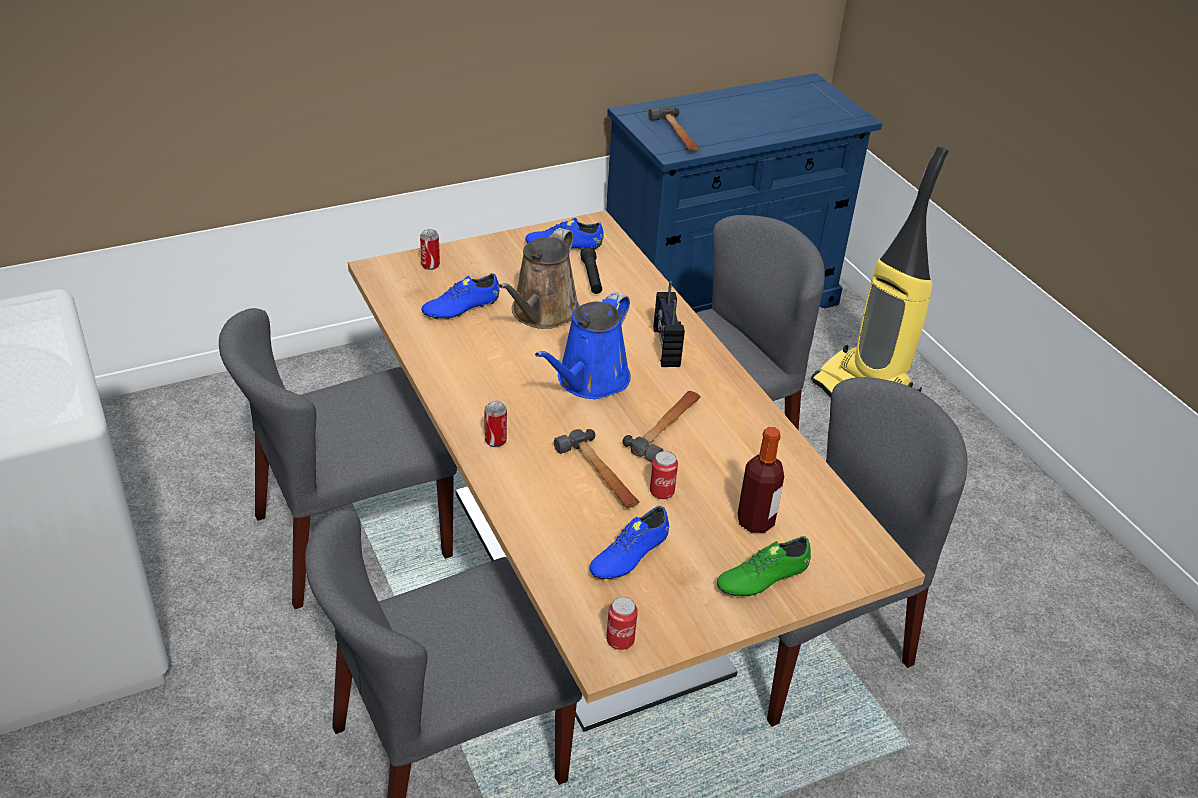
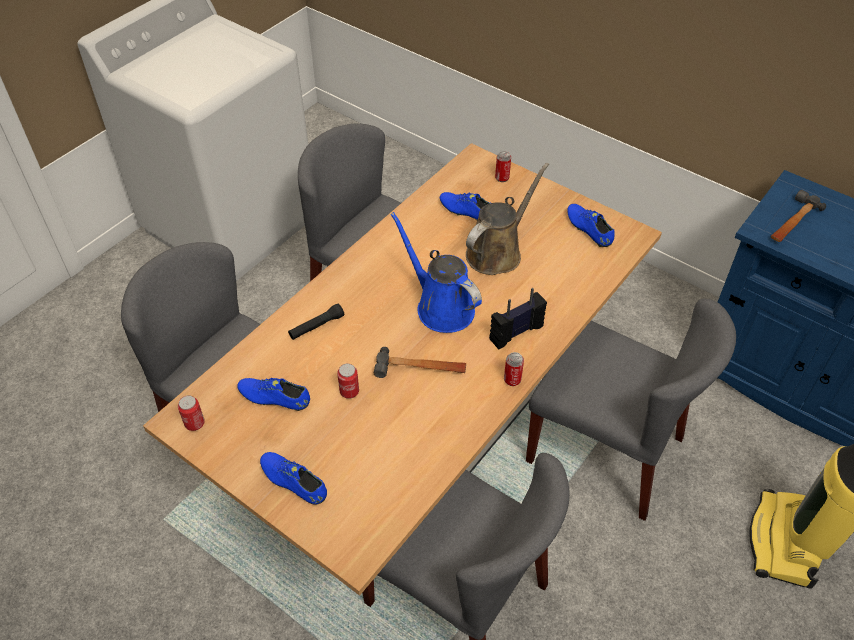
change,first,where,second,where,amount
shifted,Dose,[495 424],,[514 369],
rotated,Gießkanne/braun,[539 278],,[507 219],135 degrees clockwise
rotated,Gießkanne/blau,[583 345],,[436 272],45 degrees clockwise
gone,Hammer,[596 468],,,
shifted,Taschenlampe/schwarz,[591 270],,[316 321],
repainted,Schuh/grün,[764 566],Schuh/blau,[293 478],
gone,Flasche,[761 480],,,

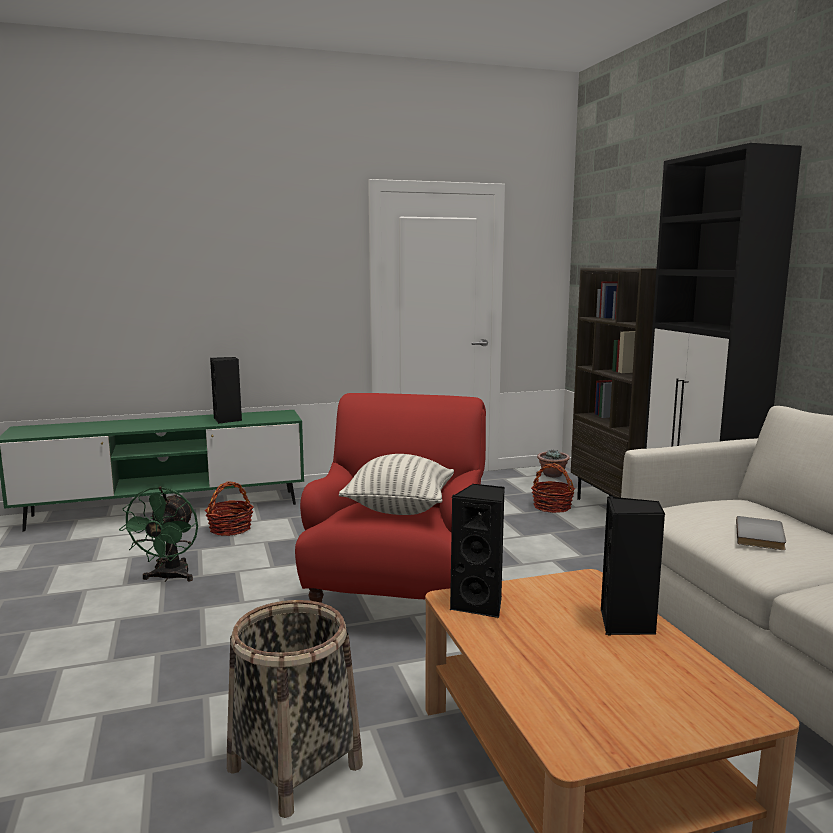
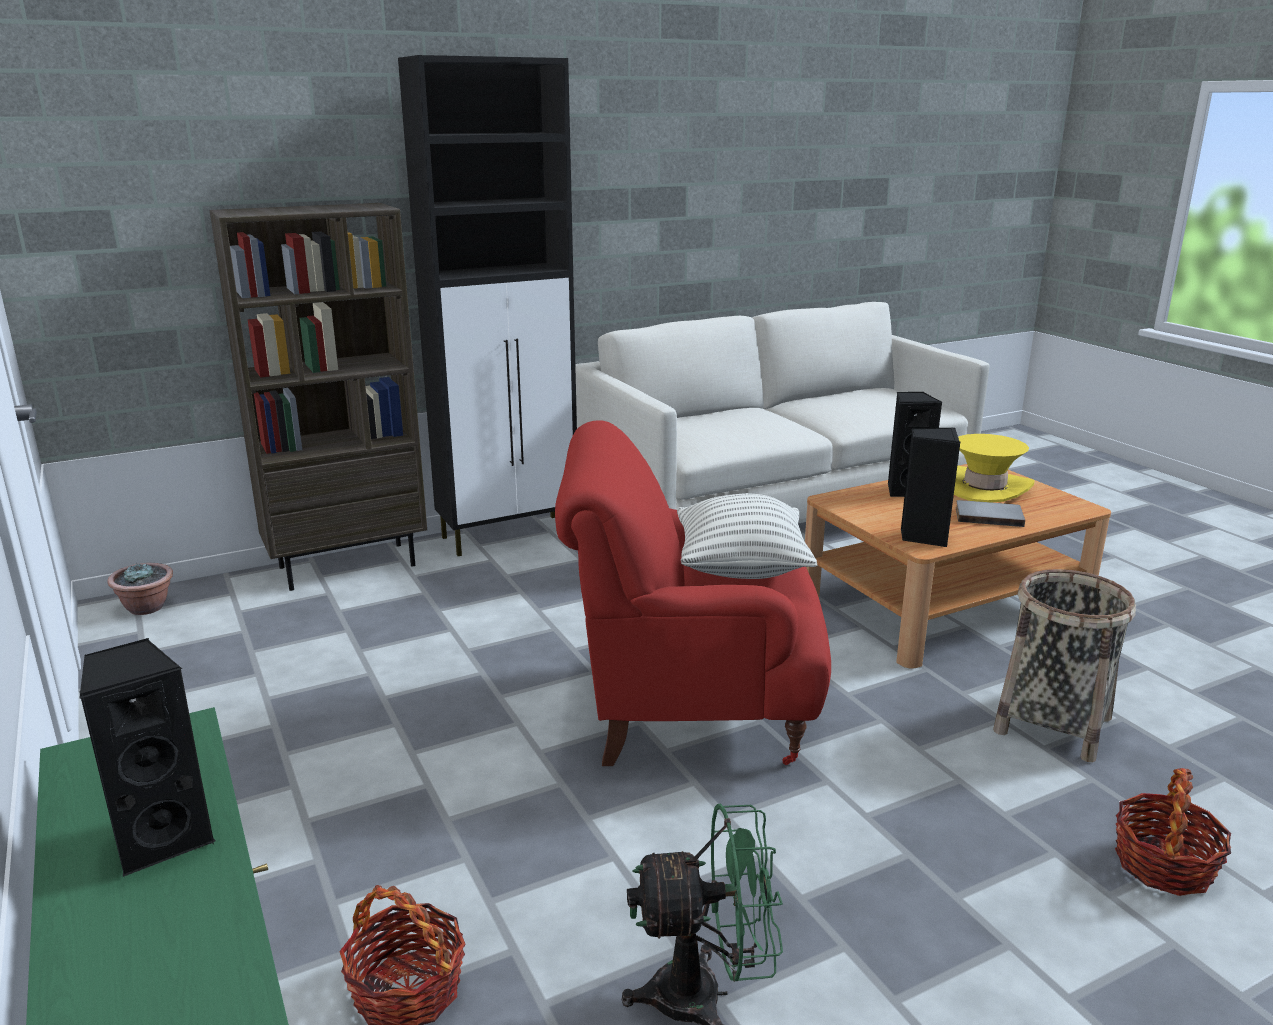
change,first,where,second,where,amount
shifted,Korb,[553 488],,[1173 832],
shifted,Buch/grau,[761 533],,[990 513],
new,,,Hut/gelb,[994 468],

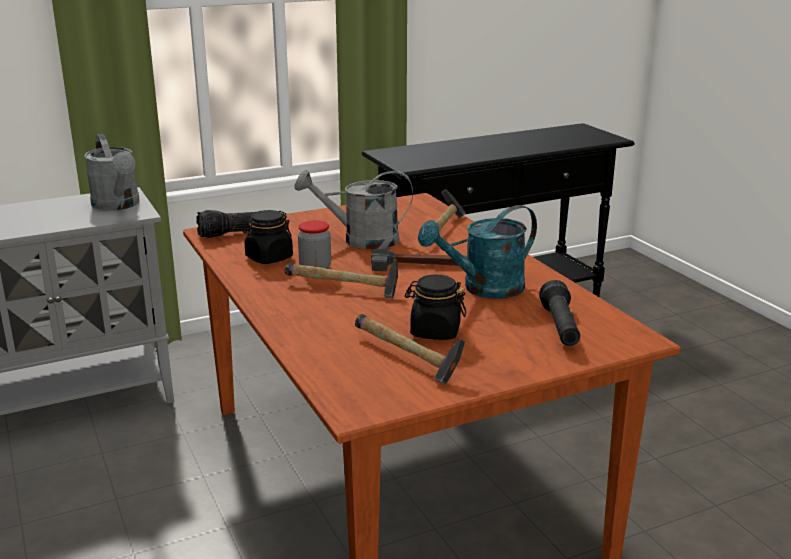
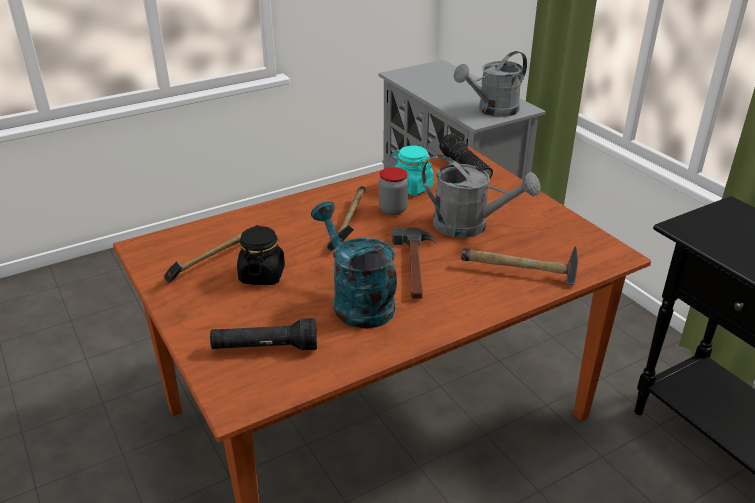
change,first,where,second,where,amount
repainted,Vorratsglas/schwarz,[268 237],Vorratsglas/türkis,[414 170],
rotated,Gießkanne/grau,[354 209],,[481 196],120 degrees clockwise

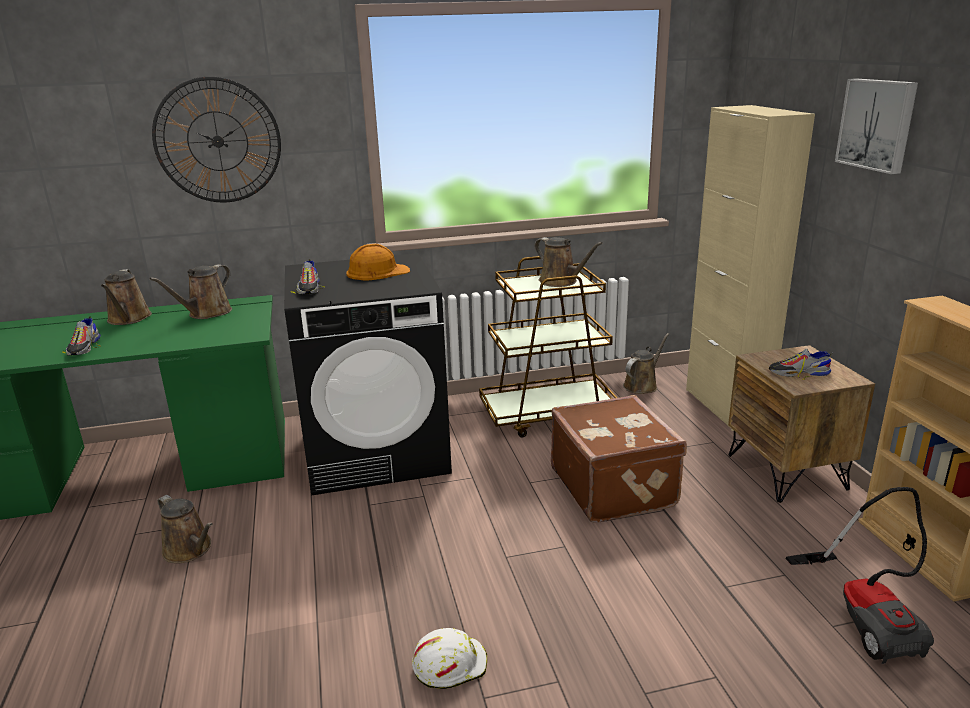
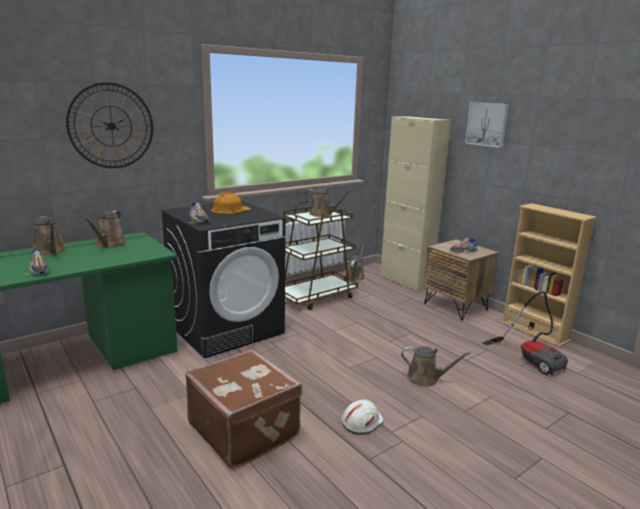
change,first,where,second,where,amount
shifted,Gießkanne/braun,[185 529],,[436 366],
shifted,Koffer/braun,[619 459],,[243 409],

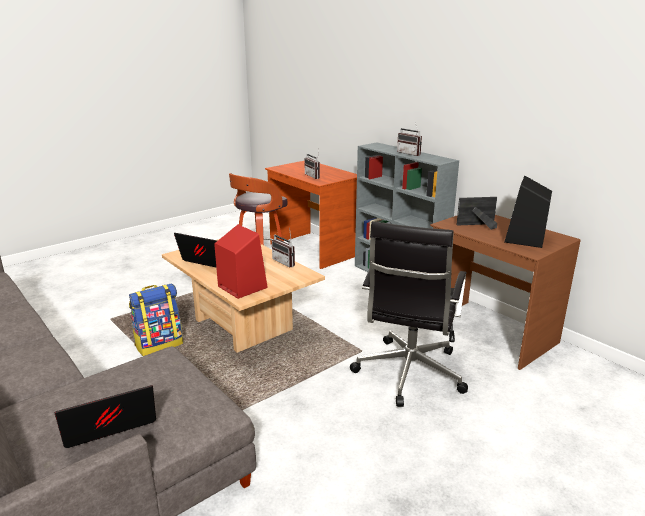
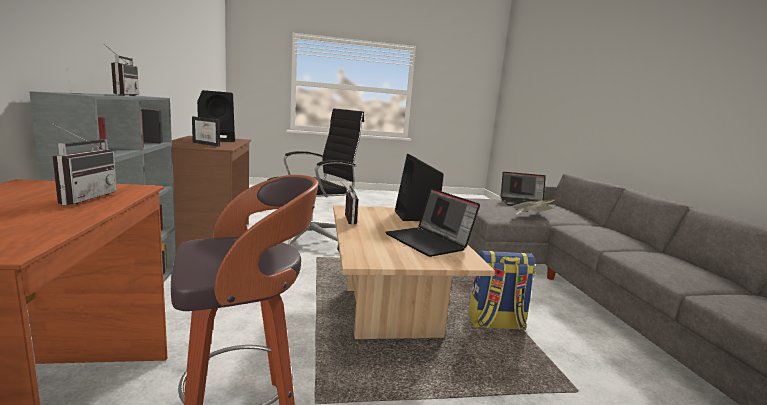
change,first,where,second,where,amount
repainted,Lautsprecher/rot,[241 262],Lautsprecher/schwarz,[419 187],
new,,,Buch,[533 206],

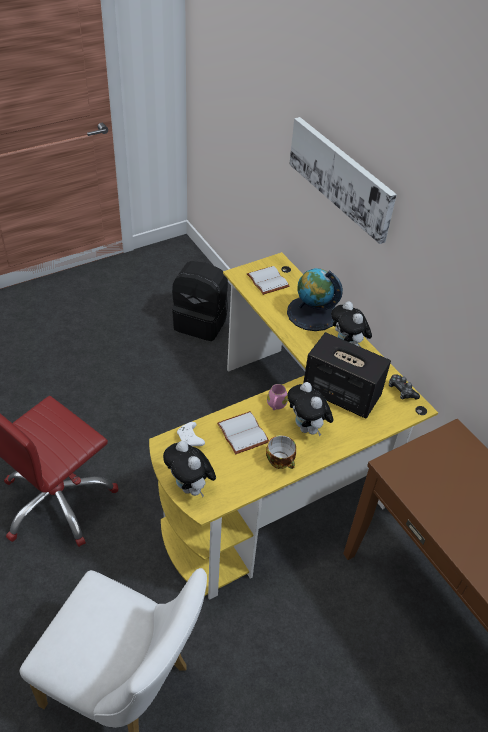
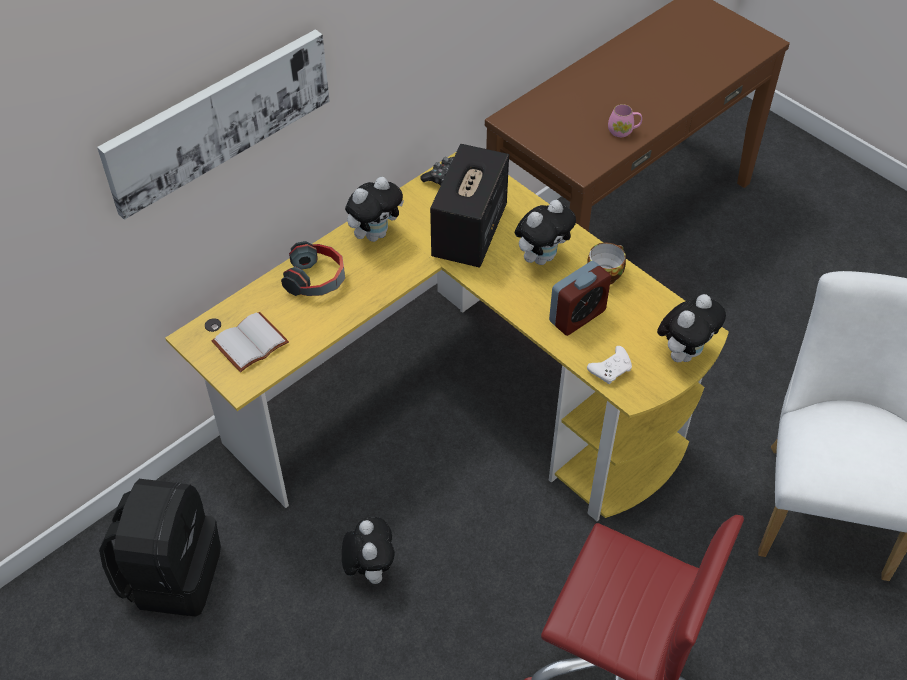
change,first,where,second,where,amount
swapped,Buch/weiß,[243 432],Wecker,[580 298],
shifted,Henkelbecher/rosa,[277 397],,[625 120],
swapped,Globus,[315 299],Kopfhörer,[313 268],
new,,,Plüschtier,[368 550],

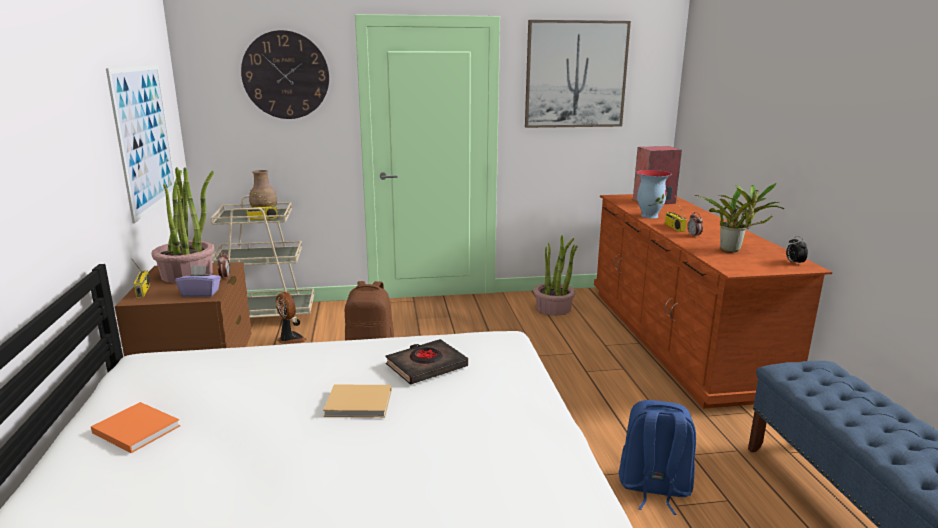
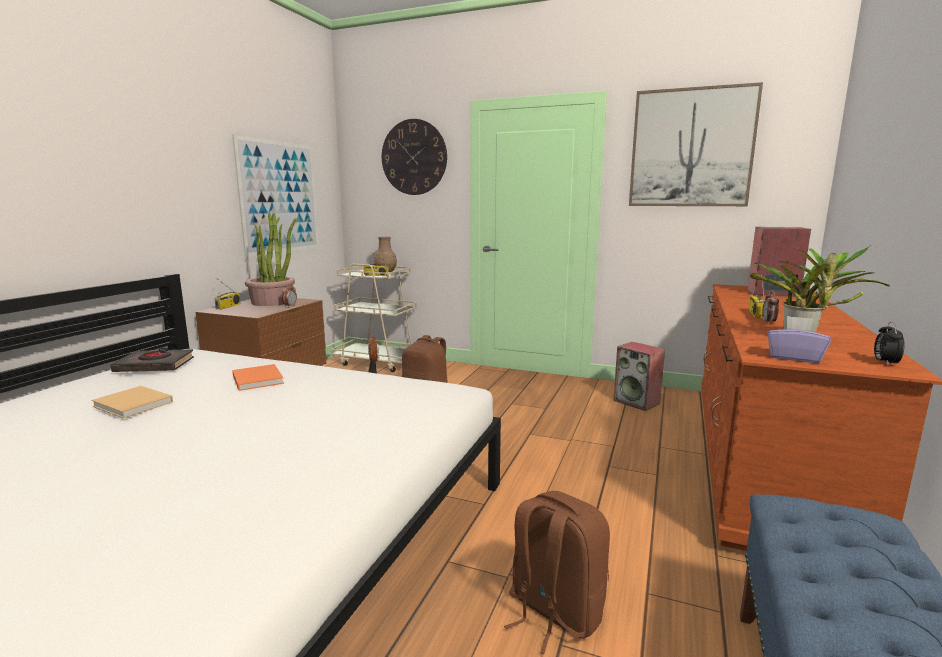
change,first,where,second,where,amount
shifted,Buch/orange,[135 427],,[258 377],
shifted,Taschentuchbox/lila,[198 281],,[799 339],
shifted,Buch/beige,[357 400],,[132 402],
shifted,Buch/schwarz,[427 362],,[152 360],
swapped,Topfpflanze,[556 275],Lautsprecher,[639 376],
repainted,Rucksack/blau,[657 457],Rucksack/braun,[557 572],
gone,Vase,[654 194],,,

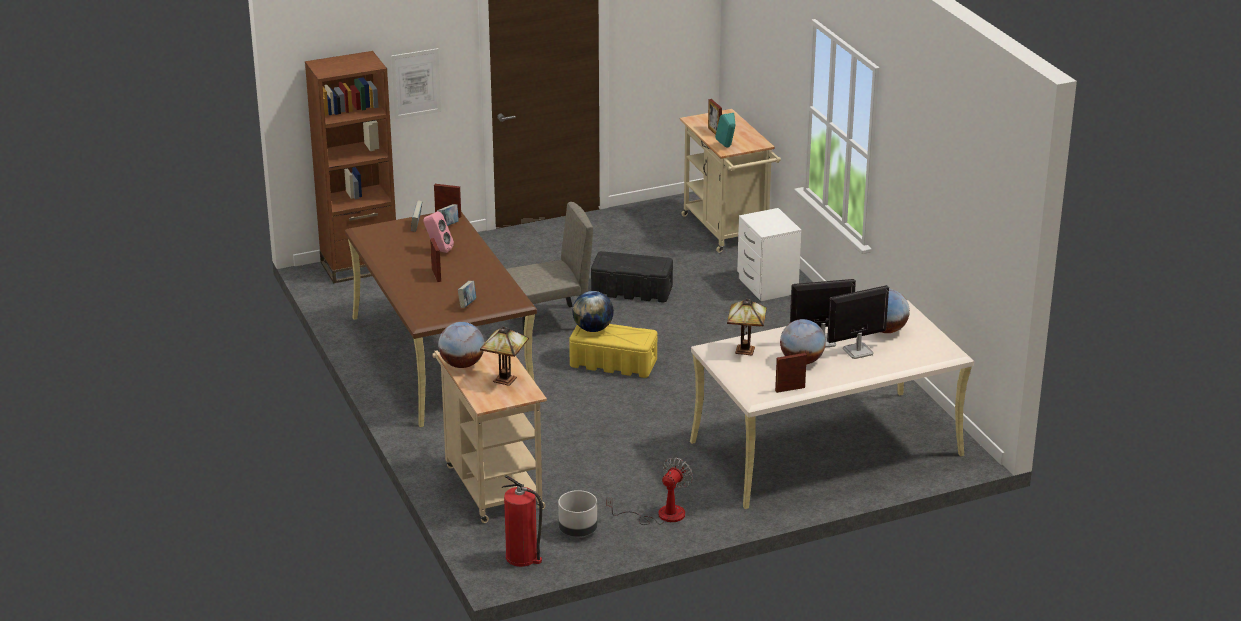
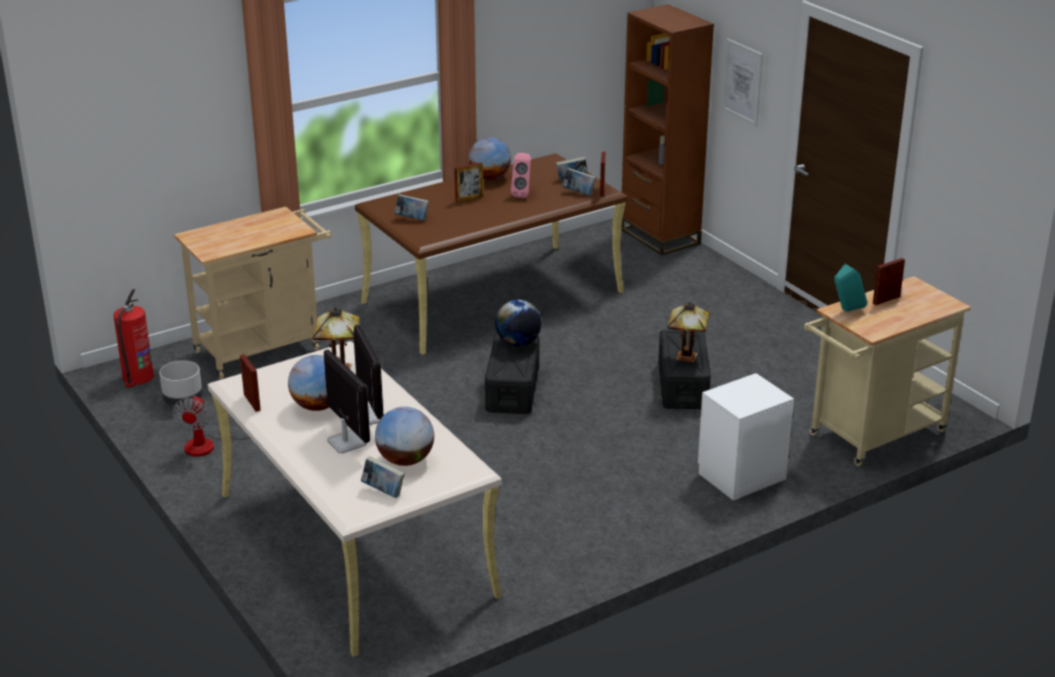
change,first,where,second,where,amount
shifted,Globus,[461 345],,[489 158],
shifted,Tischlampe,[504 356],,[688 332],
gone,Stuhl/beige,[549 268],,,
repainted,Aufbewahrungsbox/gelb,[613 351],Aufbewahrungsbox/schwarz,[512 373],
rotated,Ventilator,[649 491],,[211 426],75 degrees clockwise
new,,,Buch,[383 477],

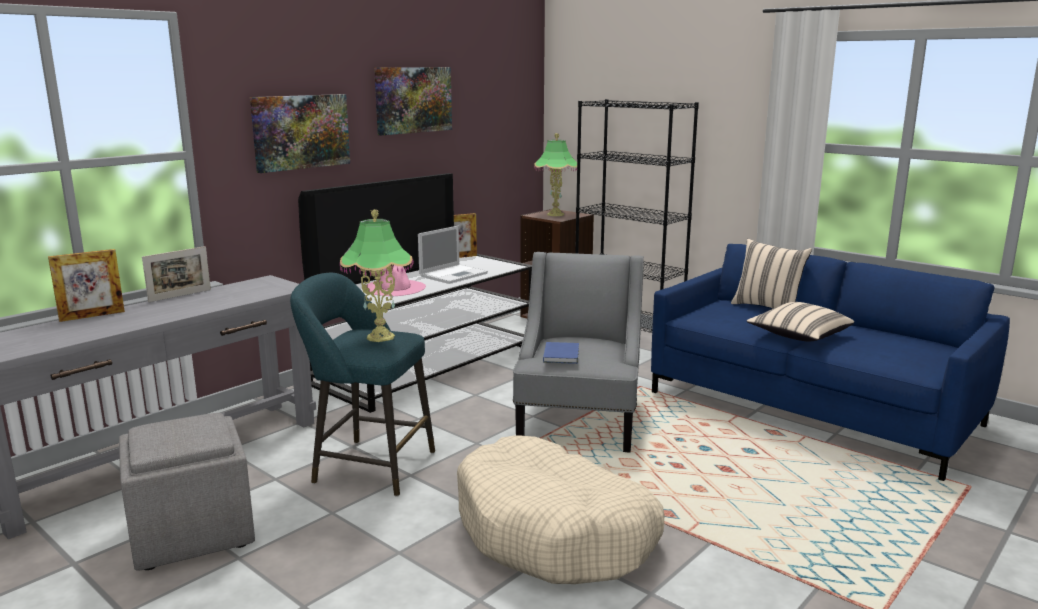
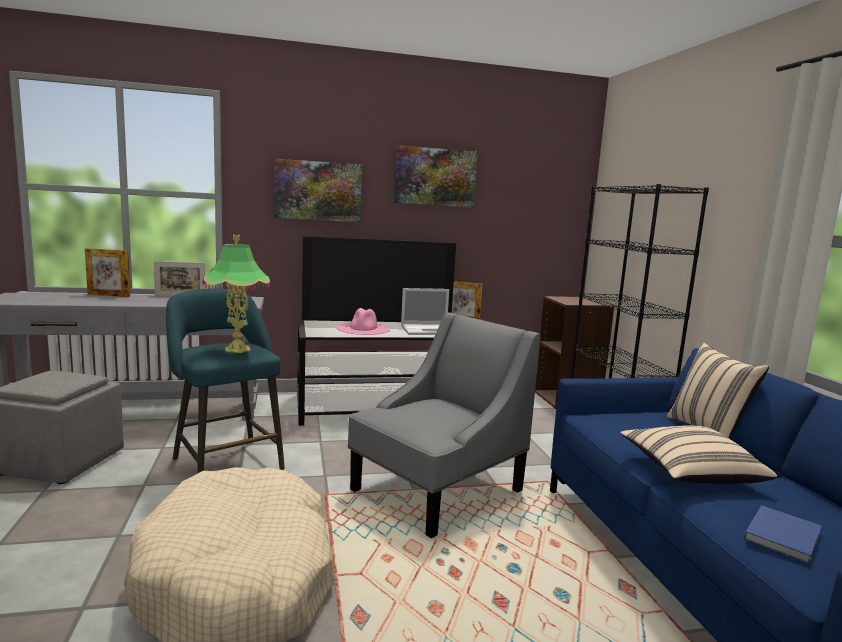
change,first,where,second,where,amount
gone,Tischlampe,[555 174],,,
shifted,Buch/blau,[561 353],,[783 534],

